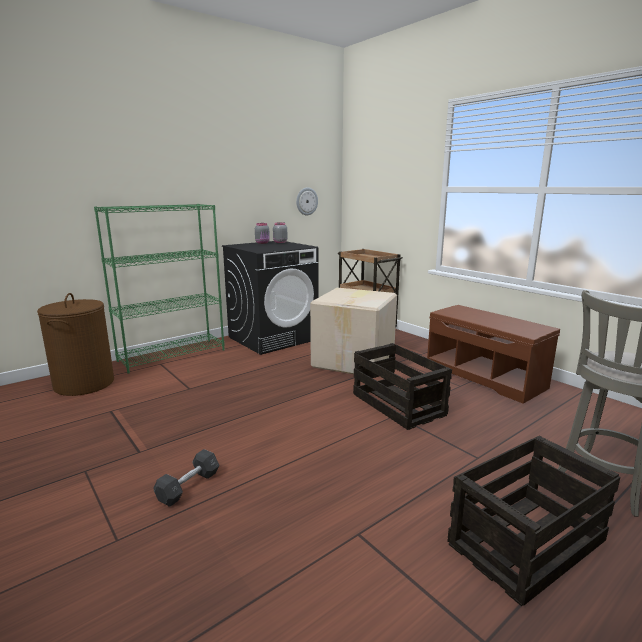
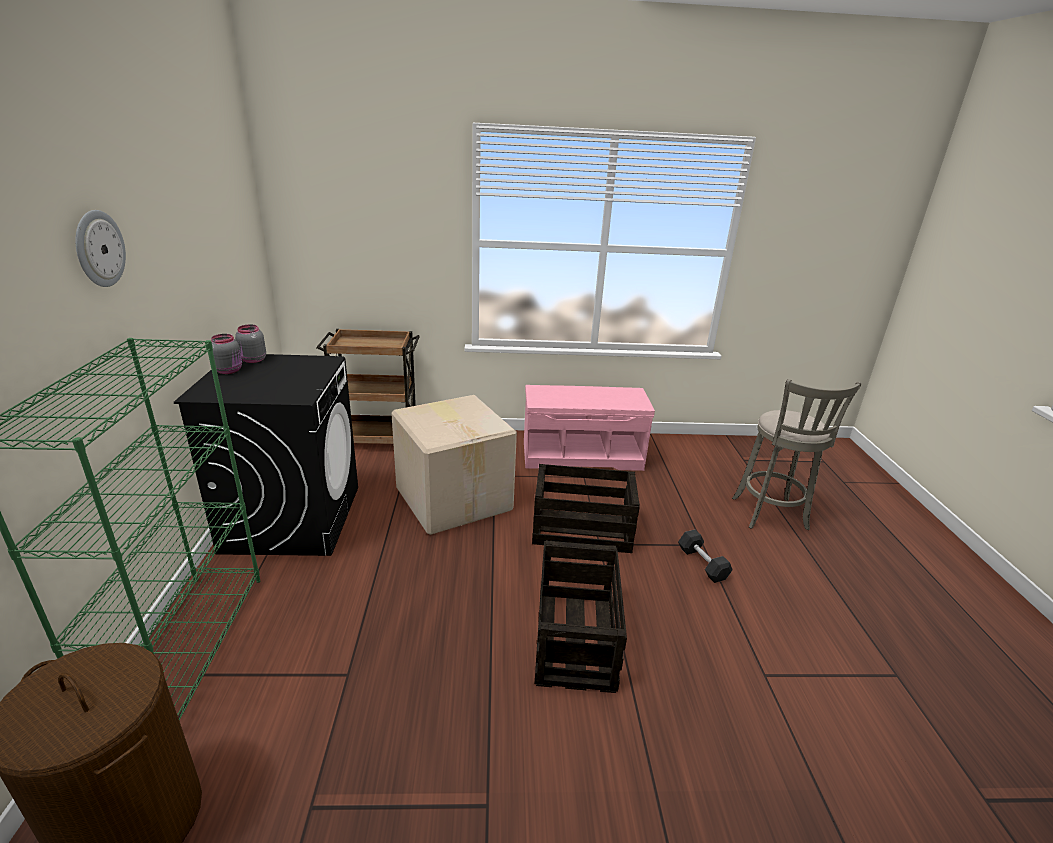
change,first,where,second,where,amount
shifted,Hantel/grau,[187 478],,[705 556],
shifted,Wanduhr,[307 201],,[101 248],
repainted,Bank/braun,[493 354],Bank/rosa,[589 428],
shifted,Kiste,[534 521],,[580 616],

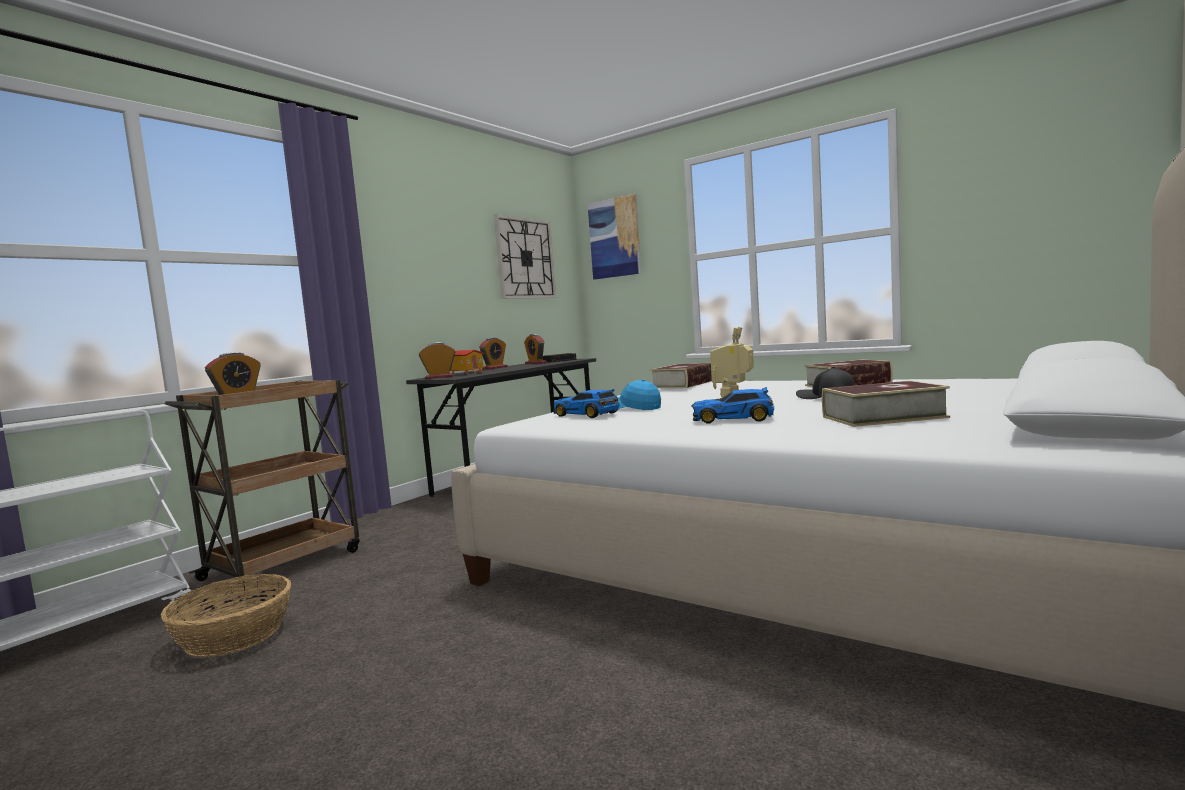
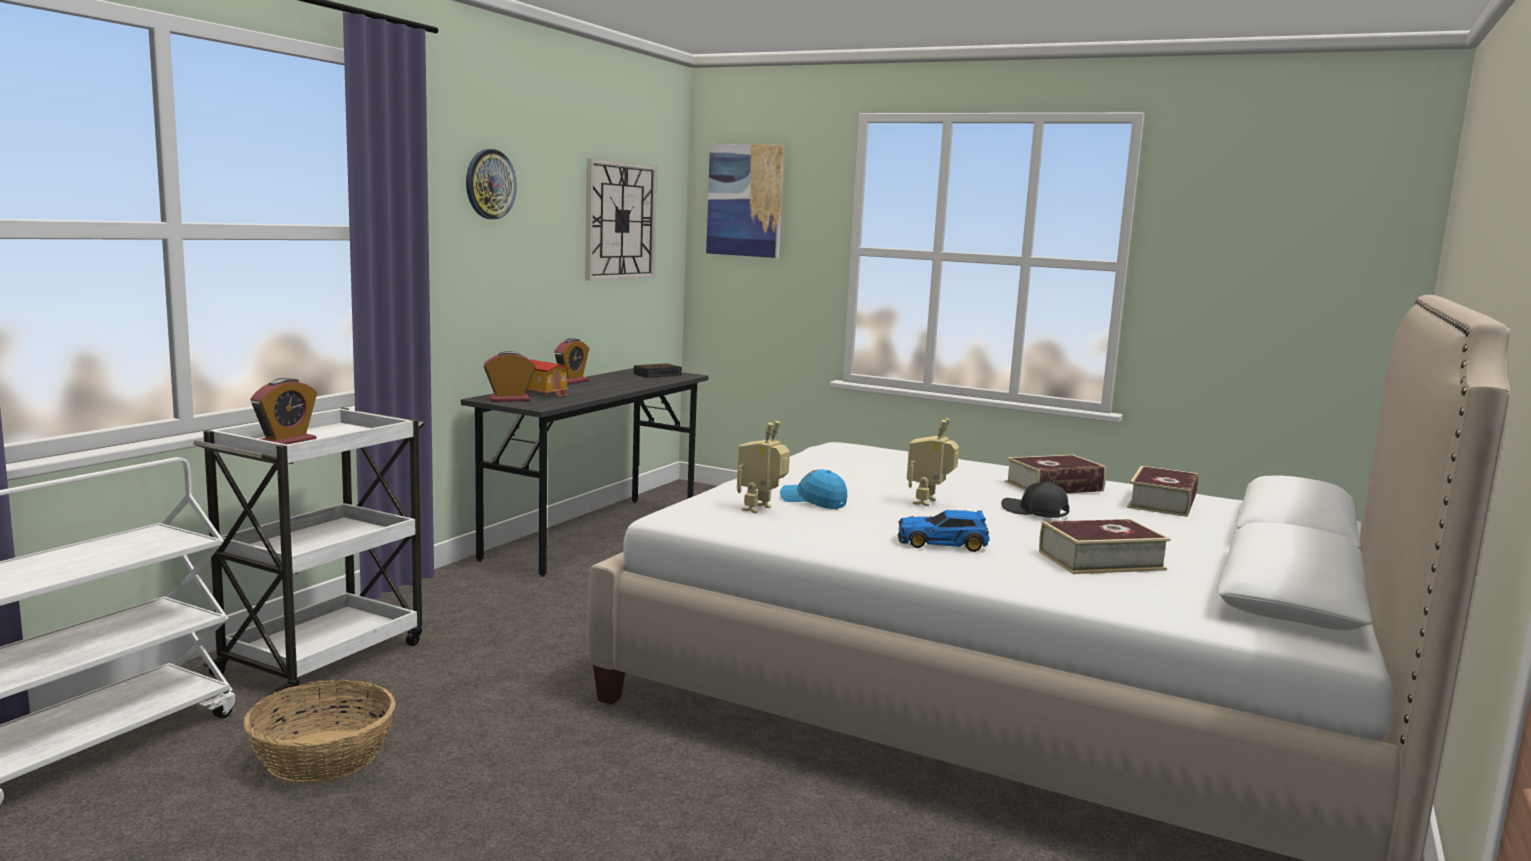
change,first,where,second,where,amount
repainted,Rollwagen/braun,[262 487],Rollwagen/weiß,[309 555],
gone,Wecker,[535 349],,,
swapped,Spielzeugauto,[586 403],Spielzeugroboter,[763 467],
shifted,Buch,[681 375],,[1162 491],
new,,,Wanduhr,[491 184],

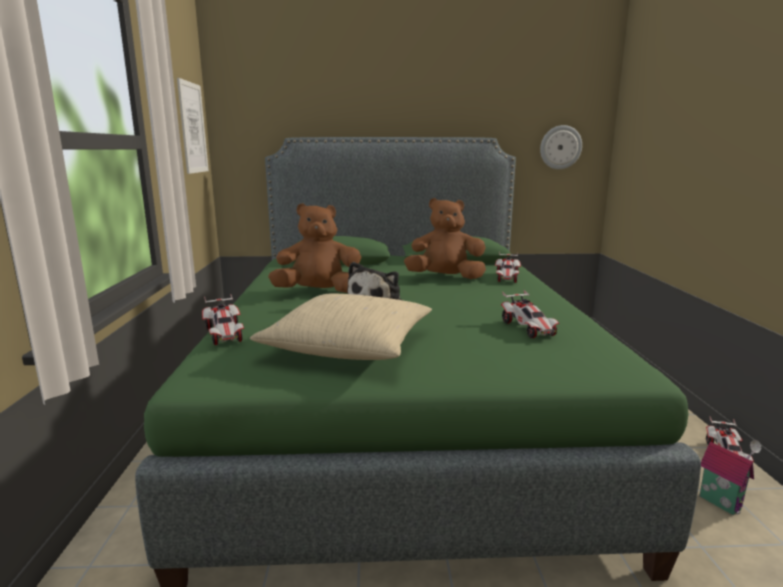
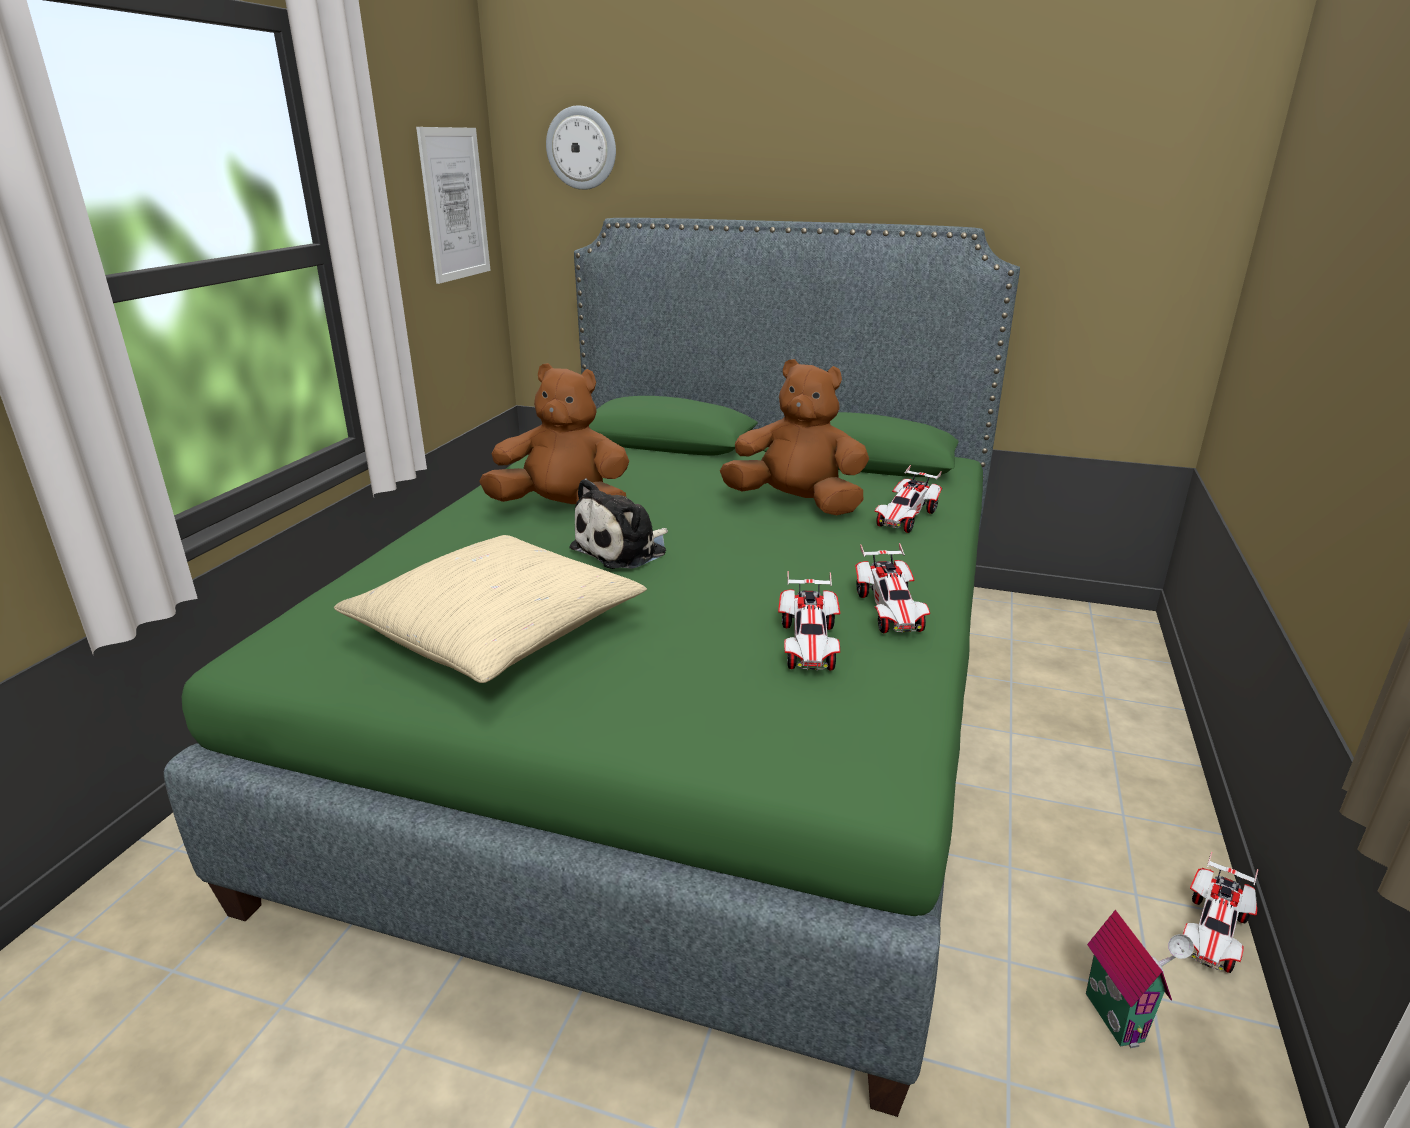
change,first,where,second,where,amount
shifted,Spielzeugauto,[223 319],,[892 588],
shifted,Wanduhr,[561 147],,[581 147],

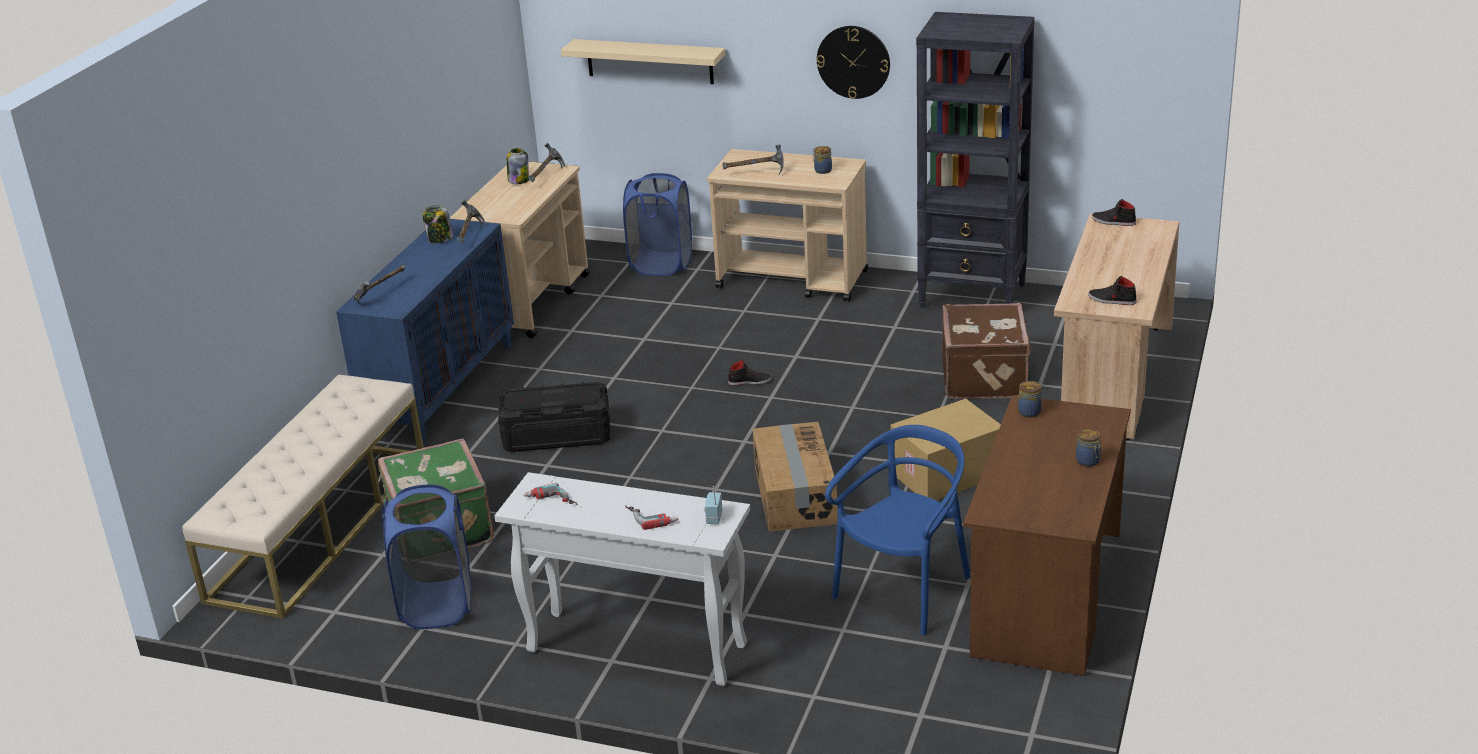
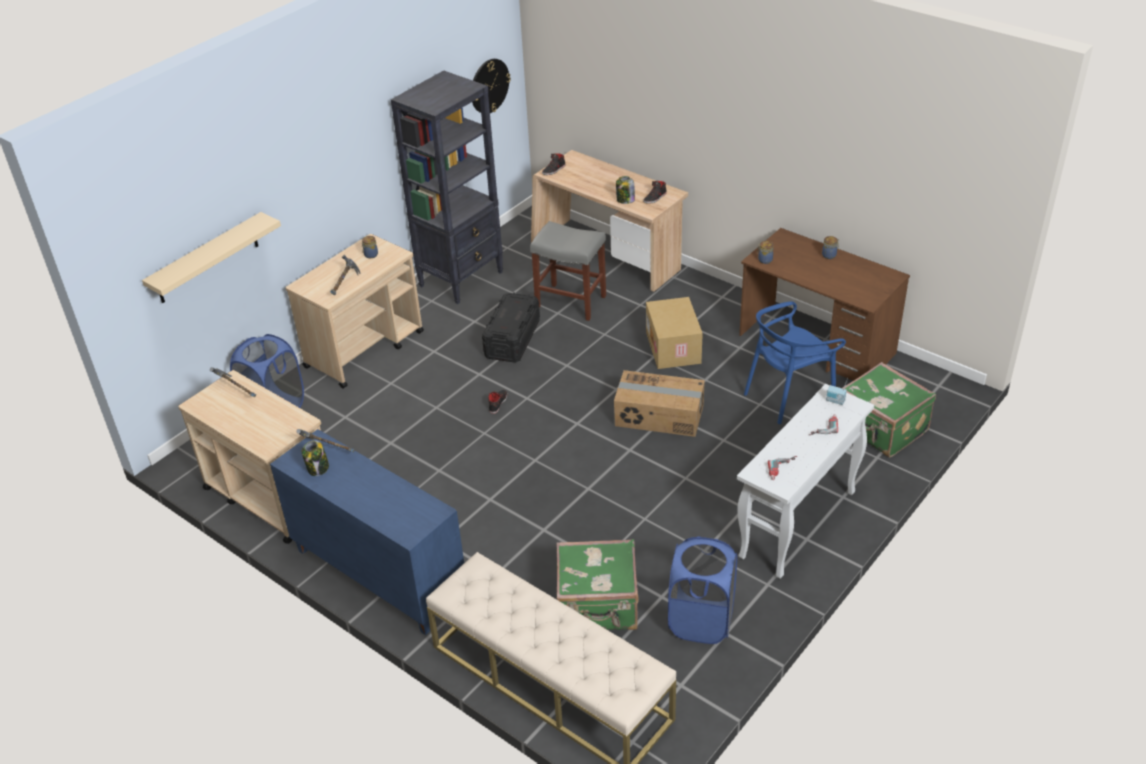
change,first,where,second,where,amount
gone,Hammer,[379 284],,,
shifted,Aufbewahrungsbox/schwarz,[554 417],,[511 327],
shifted,Vorratsglas,[518 166],,[625 190],
shifted,Wanduhr,[853 62],,[491 86],
rotated,Stuhl/blau,[898 530],,[795 362],90 degrees counterclockwise
swapped,Koffer/braun,[987 351],Hocker/grau,[568 271],
new,,,Koffer/grün,[889 409],

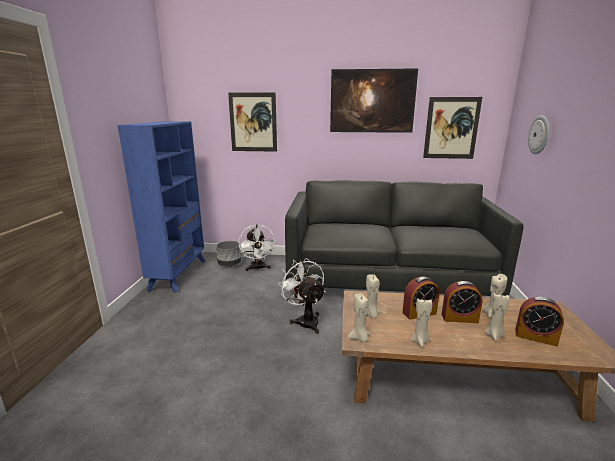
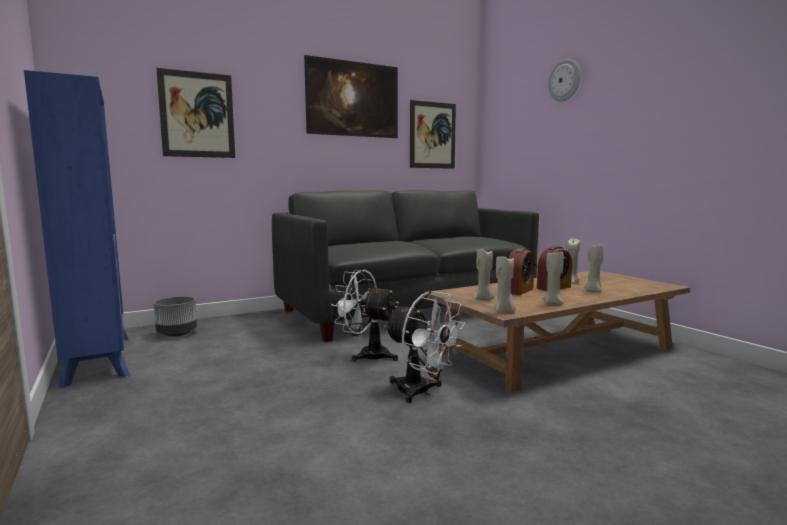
change,first,where,second,where,amount
shifted,Ventilator/weiß,[257 247],,[424 346],
gone,Wecker,[539 321],,,
shifted,Wanduhr,[538 134],,[564 80],

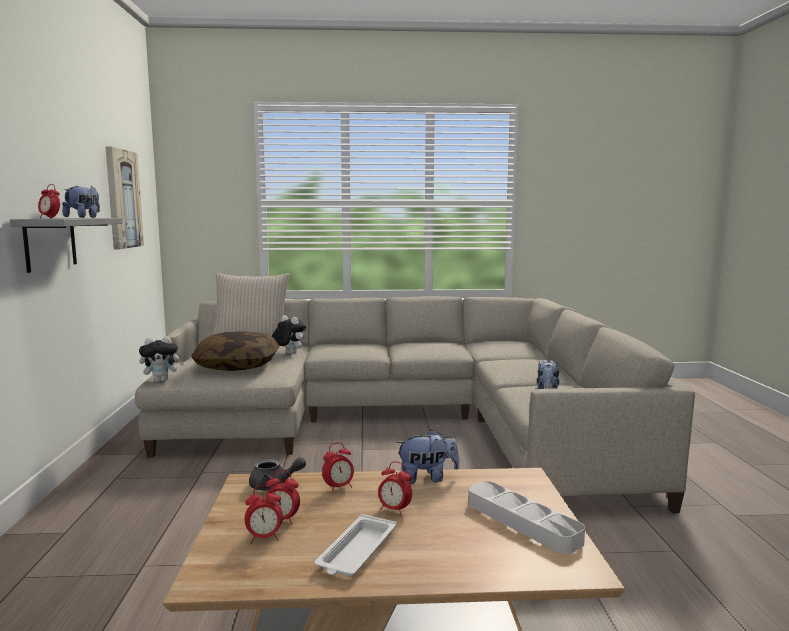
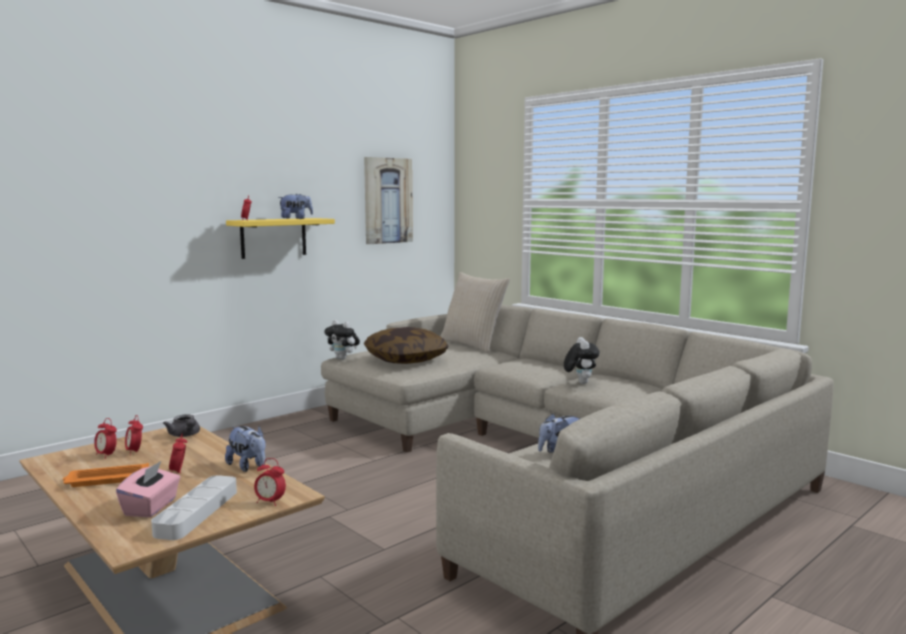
change,first,where,second,where,amount
repainted,Wandregal/grau,[66 245],Wandregal/gelb,[280 238],
shifted,Plüschtier,[289 334],,[582 360],
repainted,Tablett/weiß,[356 545],Tablett/orange,[106 475],
shifted,Wecker,[338 468],,[270 482],
new,,,Taschentuchbox/rosa,[148 489],

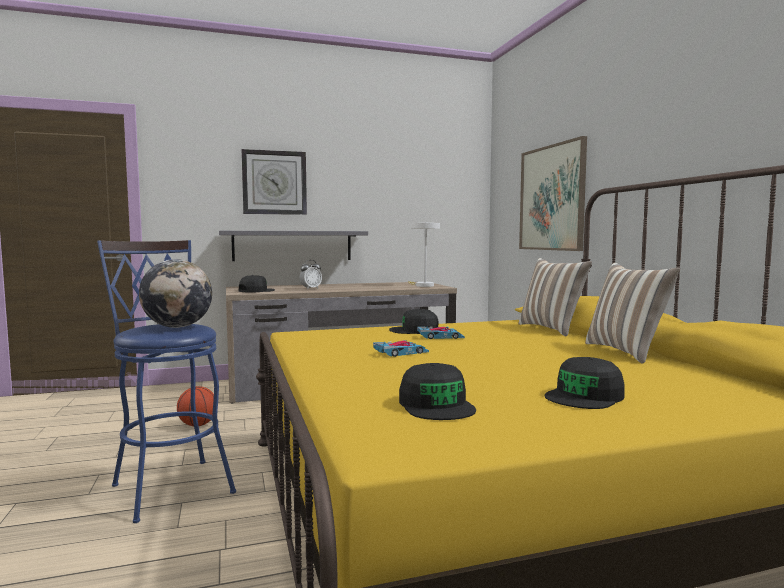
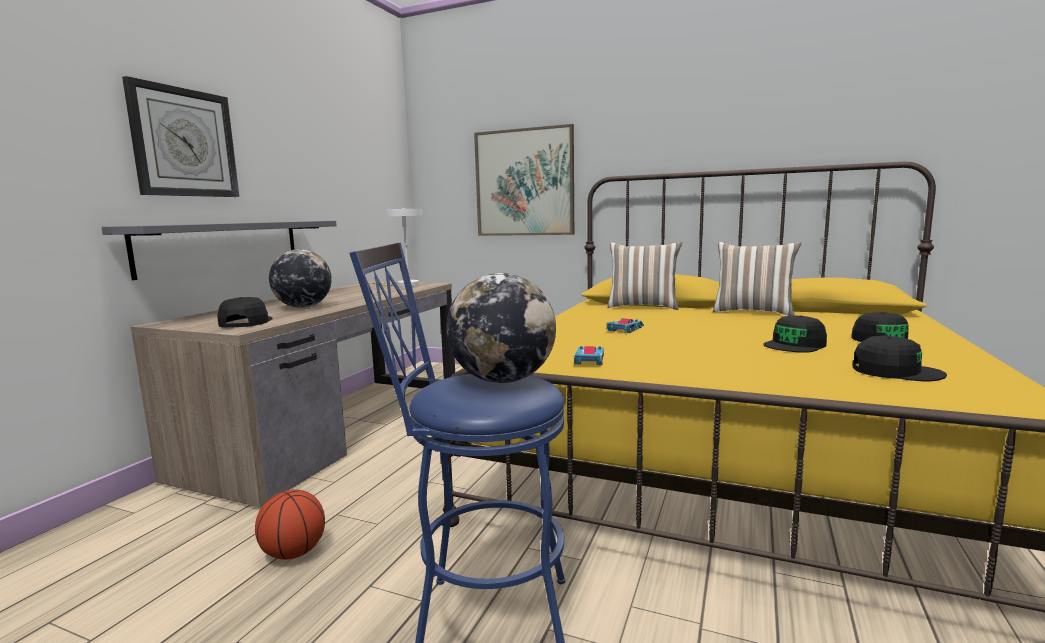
change,first,where,second,where,amount
swapped,Wecker,[311 275],Globus,[300 278],
shifted,Spielzeugauto,[401 348],,[589 355],
shifted,Kappe/schwarz,[414 321],,[795 334],

